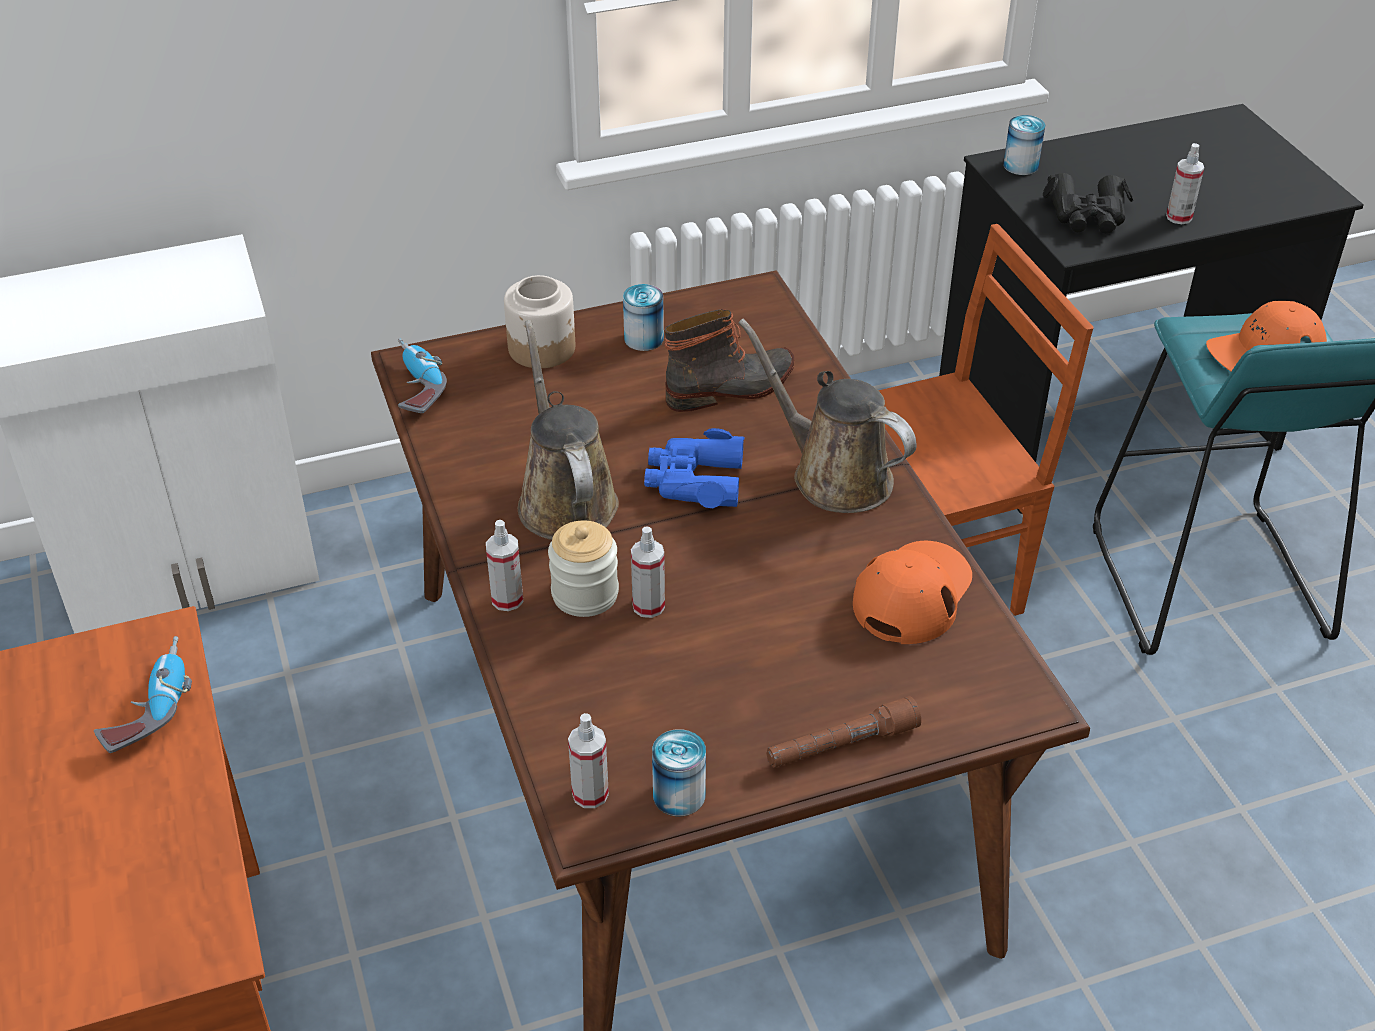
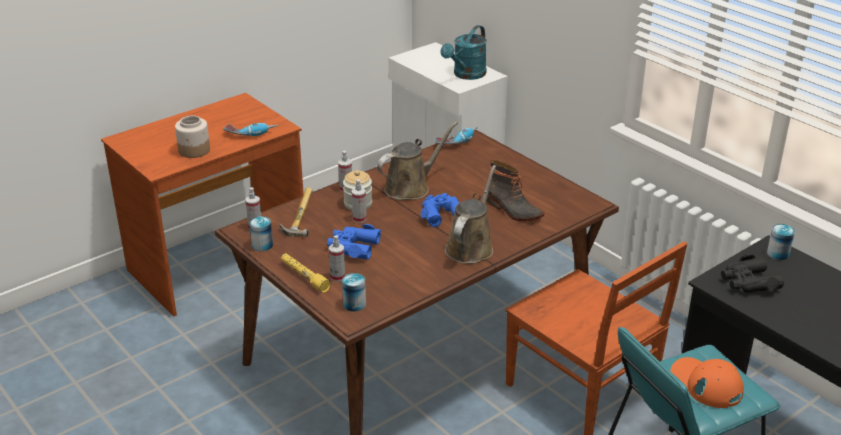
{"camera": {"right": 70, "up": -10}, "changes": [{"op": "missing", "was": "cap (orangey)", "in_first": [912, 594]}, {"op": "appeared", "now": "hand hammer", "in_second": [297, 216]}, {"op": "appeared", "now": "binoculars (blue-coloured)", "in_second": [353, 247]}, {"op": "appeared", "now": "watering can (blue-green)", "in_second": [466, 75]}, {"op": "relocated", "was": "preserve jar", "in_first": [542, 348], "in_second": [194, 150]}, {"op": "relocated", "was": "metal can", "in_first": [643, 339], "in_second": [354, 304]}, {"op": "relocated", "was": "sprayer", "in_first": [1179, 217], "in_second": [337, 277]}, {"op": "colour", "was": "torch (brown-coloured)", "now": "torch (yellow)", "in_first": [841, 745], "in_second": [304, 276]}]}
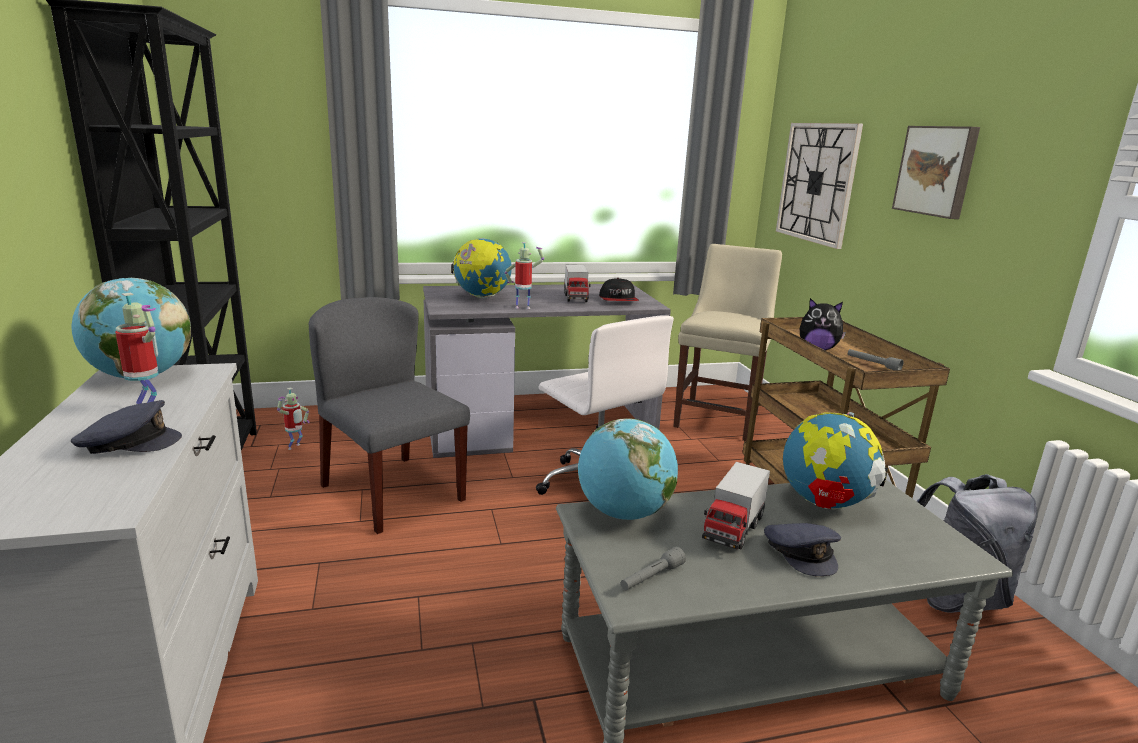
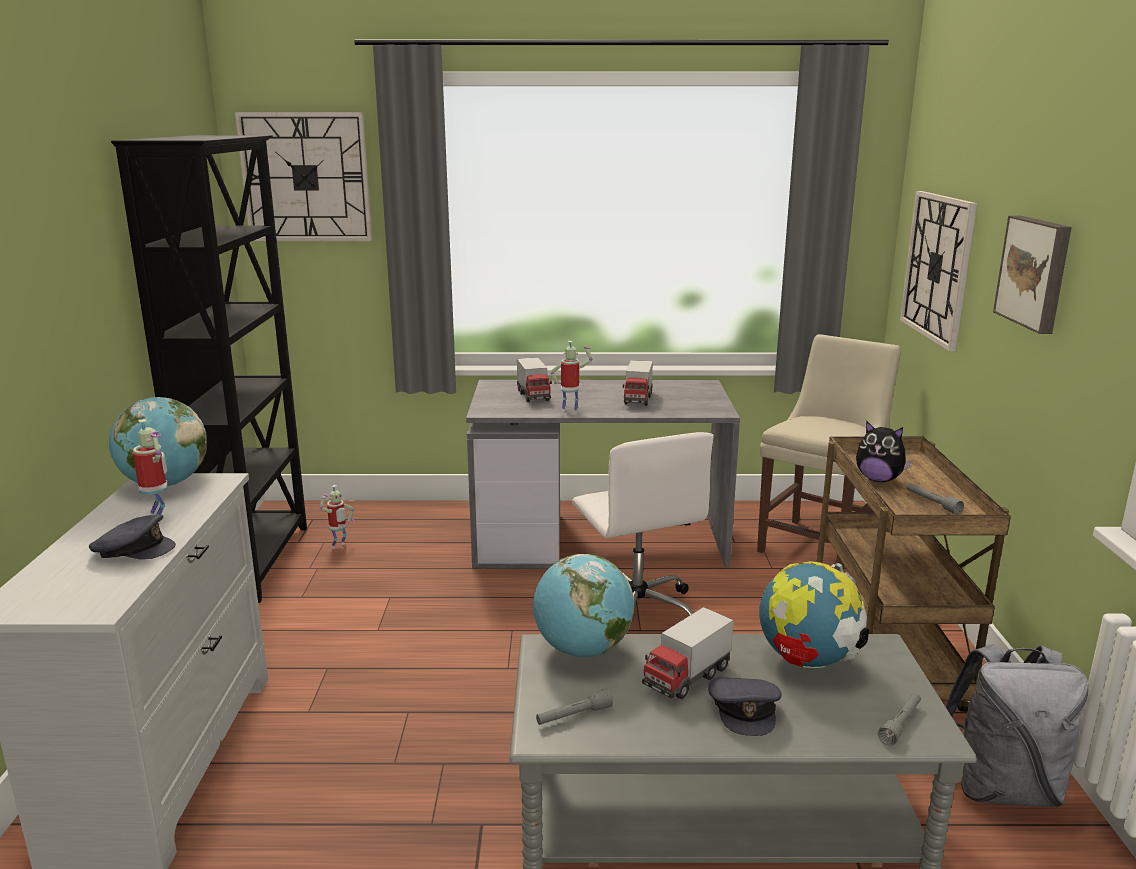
{"camera": {"right": 15, "up": 0}, "changes": [{"op": "missing", "was": "upright chair (gray)", "in_first": [392, 492]}, {"op": "missing", "was": "cap", "in_first": [618, 300]}, {"op": "appeared", "now": "wall clock", "in_second": [306, 177]}, {"op": "appeared", "now": "torch (gray)", "in_second": [900, 724]}, {"op": "exchanged", "was": "globe", "now": "model truck", "in_first": [482, 297], "in_second": [533, 396]}]}
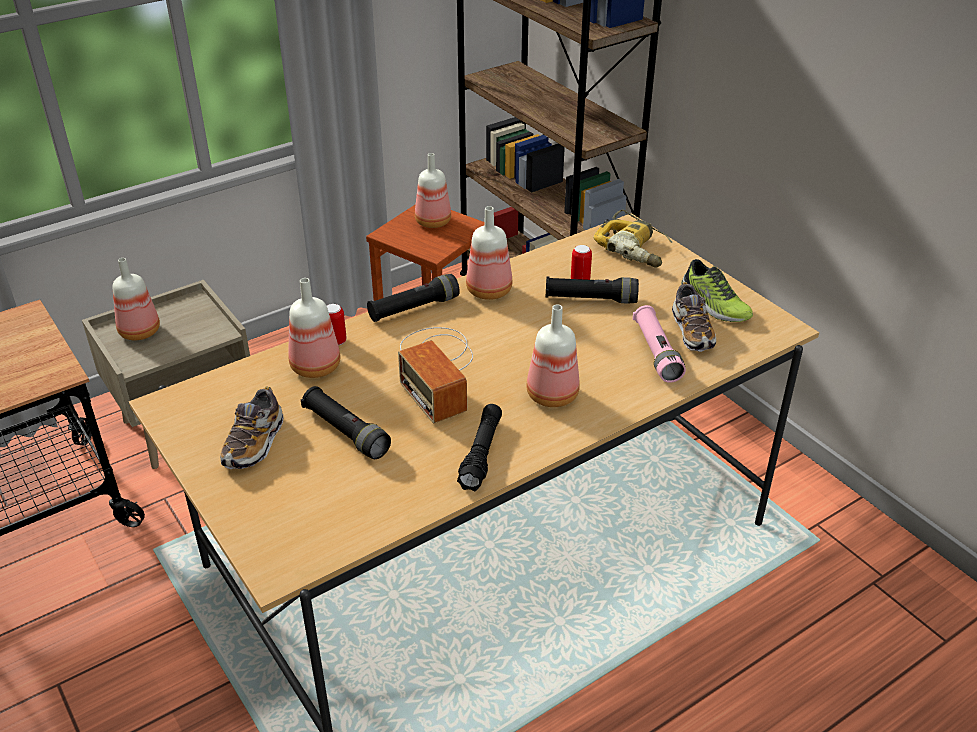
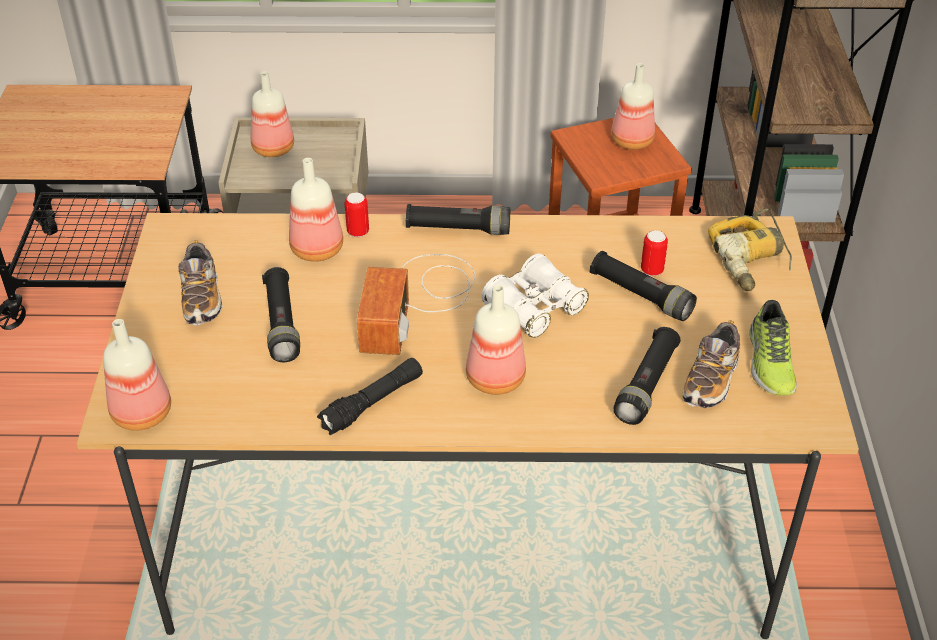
{"camera": {"right": 35, "up": 5}, "changes": [{"op": "appeared", "now": "binoculars (white-coloured)", "in_second": [534, 308]}, {"op": "relocated", "was": "beverage bottle", "in_first": [488, 290], "in_second": [142, 412]}, {"op": "colour", "was": "torch (pinkish)", "now": "torch (blackish)", "in_first": [656, 353], "in_second": [646, 385]}, {"op": "spun", "was": "shoe", "in_first": [254, 444], "in_second": [202, 298], "clockwise": -60}]}
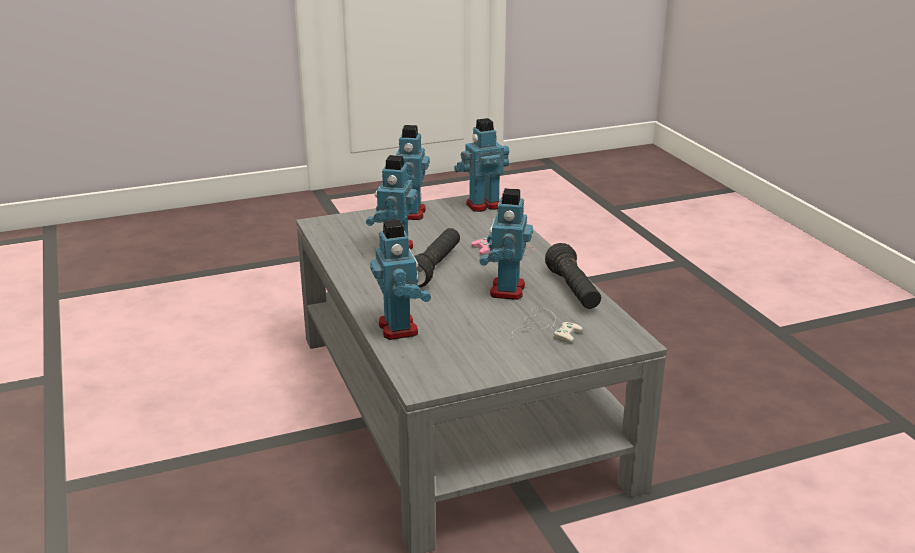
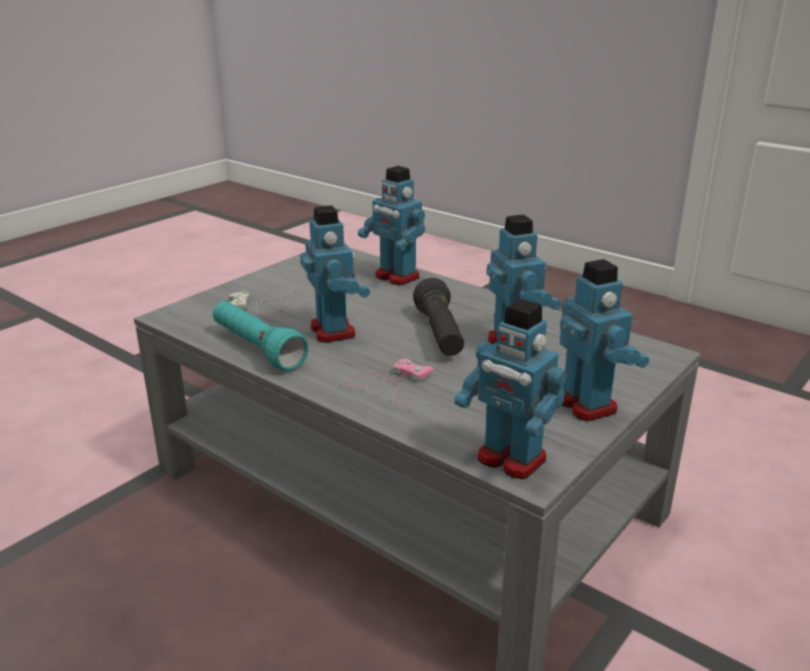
{"camera": {"right": 150, "up": 0}, "changes": [{"op": "colour", "was": "torch (blackish)", "now": "torch (blue-green)", "in_first": [573, 291], "in_second": [257, 349]}, {"op": "spun", "was": "robot figure", "in_first": [483, 205], "in_second": [510, 459], "clockwise": 90}]}
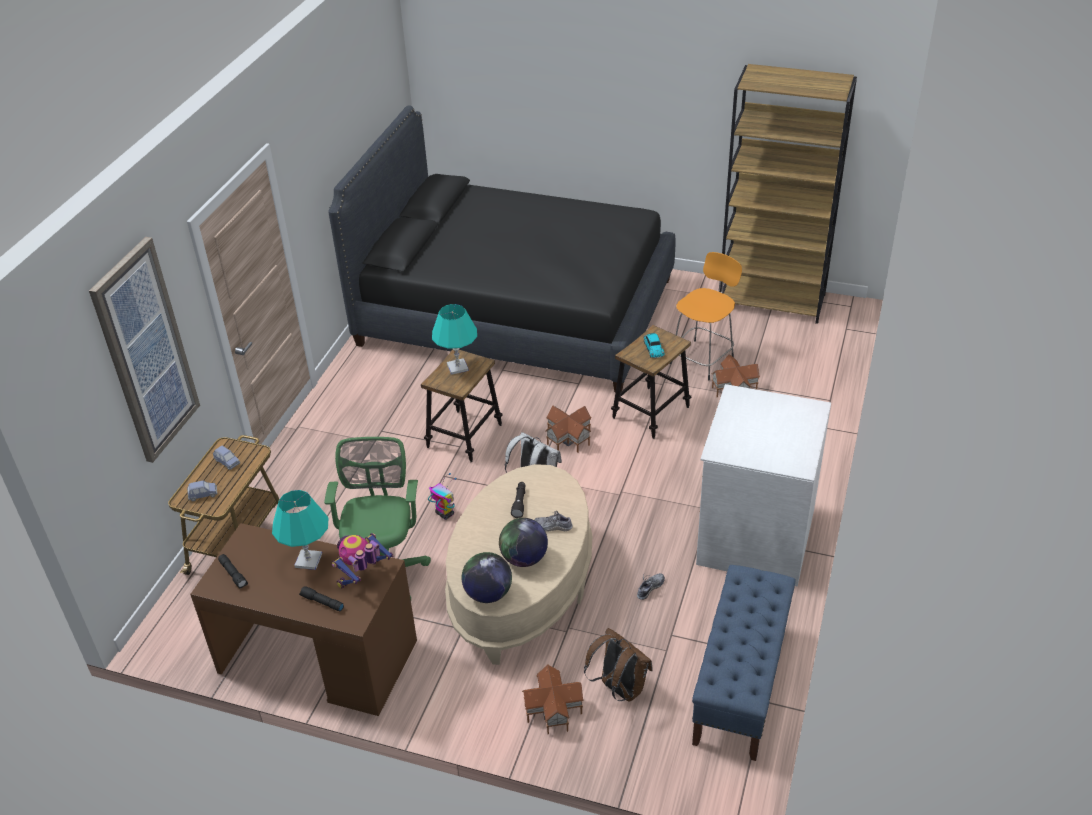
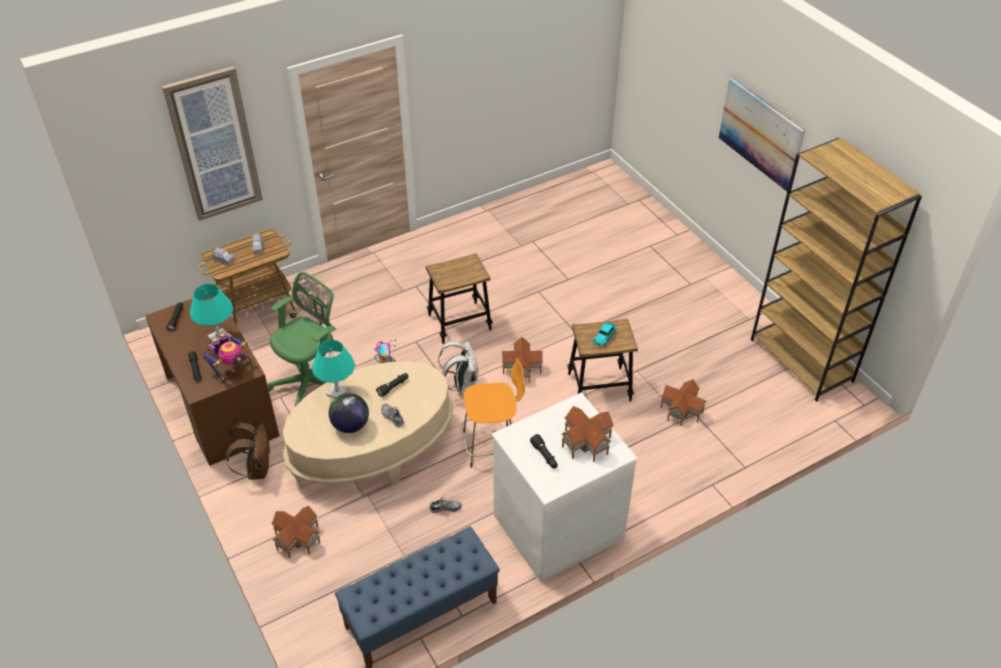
{"camera": {"right": 40, "up": 5}, "changes": [{"op": "missing", "was": "bedroom bed (blackish)", "in_first": [515, 311]}, {"op": "missing", "was": "globe", "in_first": [488, 594]}, {"op": "appeared", "now": "torch (blackish)", "in_second": [544, 456]}, {"op": "appeared", "now": "miniature house", "in_second": [587, 442]}, {"op": "appeared", "now": "wall picture", "in_second": [761, 133]}, {"op": "relocated", "was": "lamp for a table (blue-green)", "in_first": [457, 367], "in_second": [337, 392]}, {"op": "relocated", "was": "backpack (brown-coloured)", "in_first": [619, 688], "in_second": [257, 469]}, {"op": "relocated", "was": "stool seat (orangey)", "in_first": [703, 359], "in_second": [492, 445]}, {"op": "spun", "was": "robot figure", "in_first": [363, 577], "in_second": [232, 369], "clockwise": 135}]}
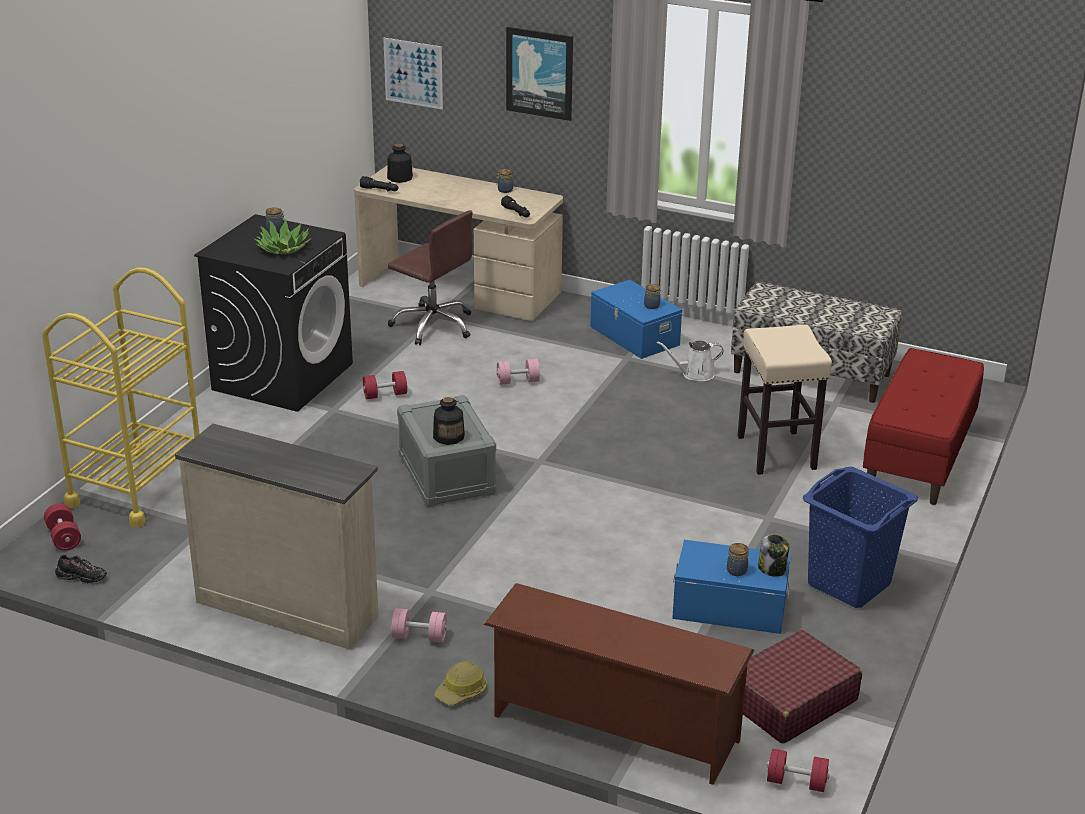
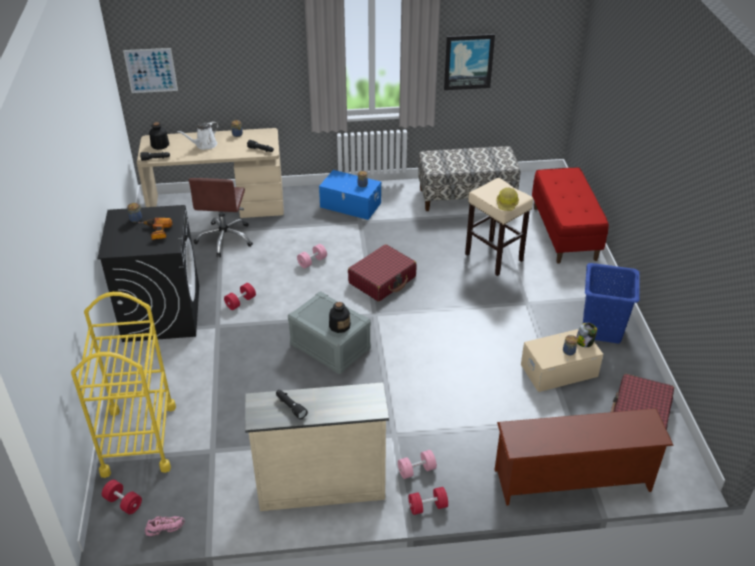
{"camera": {"right": -30, "up": 10}, "changes": [{"op": "appeared", "now": "torch (blackish)", "in_second": [290, 407]}, {"op": "appeared", "now": "piece of luggage (red)", "in_second": [382, 280]}, {"op": "relocated", "was": "safety helmet", "in_first": [462, 692], "in_second": [507, 204]}, {"op": "relocated", "was": "wall picture", "in_first": [540, 73], "in_second": [468, 61]}, {"op": "relocated", "was": "watering can (white-coloured)", "in_first": [694, 374], "in_second": [204, 145]}, {"op": "relocated", "was": "free weight (red)", "in_first": [796, 782], "in_second": [427, 506]}, {"op": "exchanged", "was": "houseplant", "now": "drill", "in_first": [283, 249], "in_second": [156, 232]}, {"op": "colour", "was": "shoe (blackish)", "now": "shoe (pinkish)", "in_first": [82, 577], "in_second": [165, 528]}, {"op": "colour", "was": "storage bin (blue-coloured)", "now": "storage bin (beige-coloured)", "in_first": [729, 605], "in_second": [558, 370]}, {"op": "spun", "was": "desk chair (brown-coloured)", "in_first": [433, 325], "in_second": [225, 239], "clockwise": 90}]}
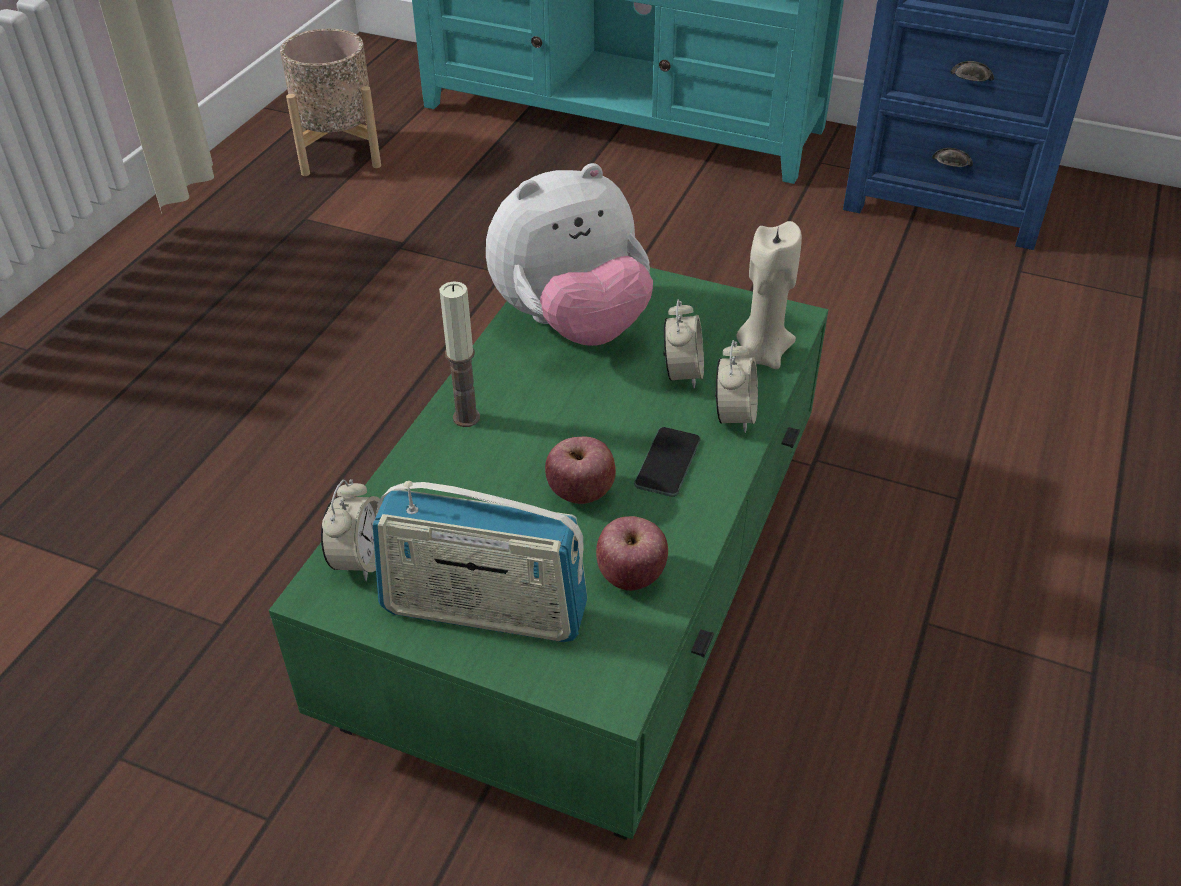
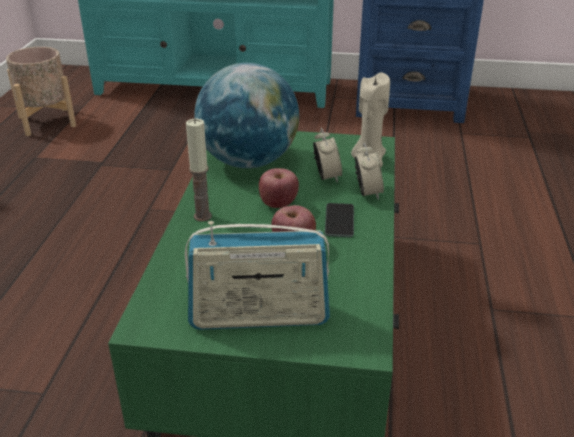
{"camera": {"right": -15, "up": -10}, "changes": [{"op": "missing", "was": "bedside clock", "in_first": [361, 559]}, {"op": "relocated", "was": "apple", "in_first": [631, 576], "in_second": [278, 204]}, {"op": "exchanged", "was": "soft toy", "now": "globe", "in_first": [572, 324], "in_second": [249, 161]}]}
